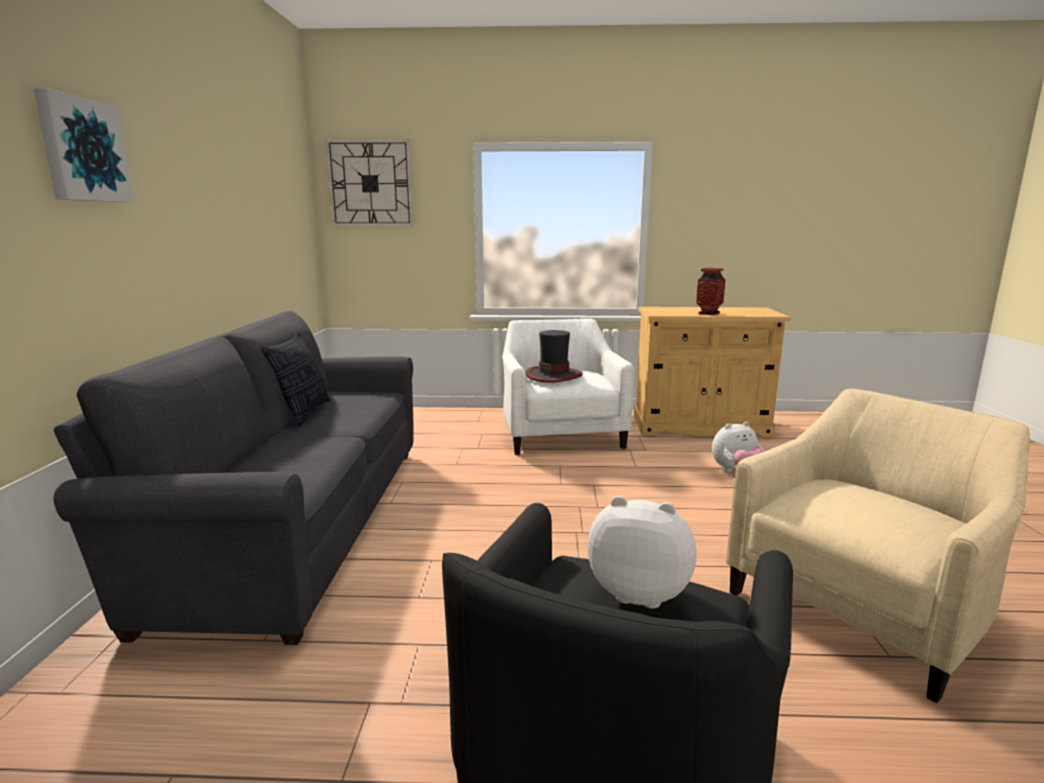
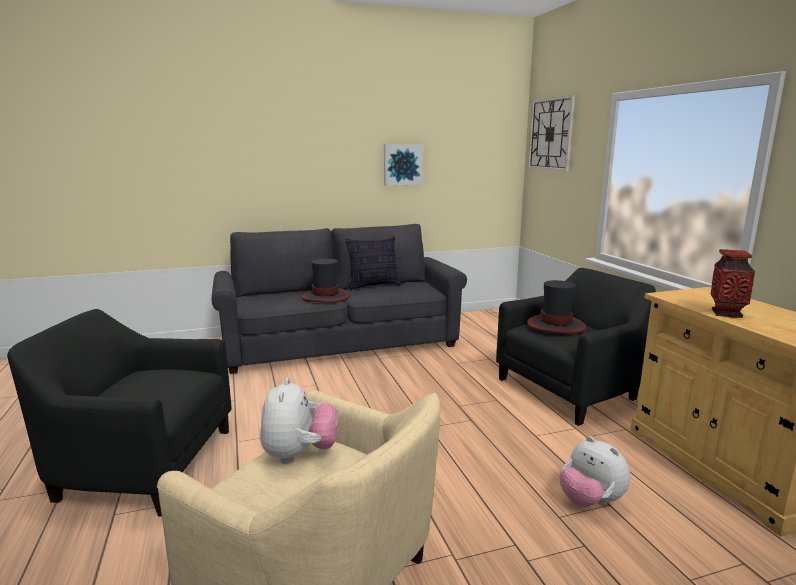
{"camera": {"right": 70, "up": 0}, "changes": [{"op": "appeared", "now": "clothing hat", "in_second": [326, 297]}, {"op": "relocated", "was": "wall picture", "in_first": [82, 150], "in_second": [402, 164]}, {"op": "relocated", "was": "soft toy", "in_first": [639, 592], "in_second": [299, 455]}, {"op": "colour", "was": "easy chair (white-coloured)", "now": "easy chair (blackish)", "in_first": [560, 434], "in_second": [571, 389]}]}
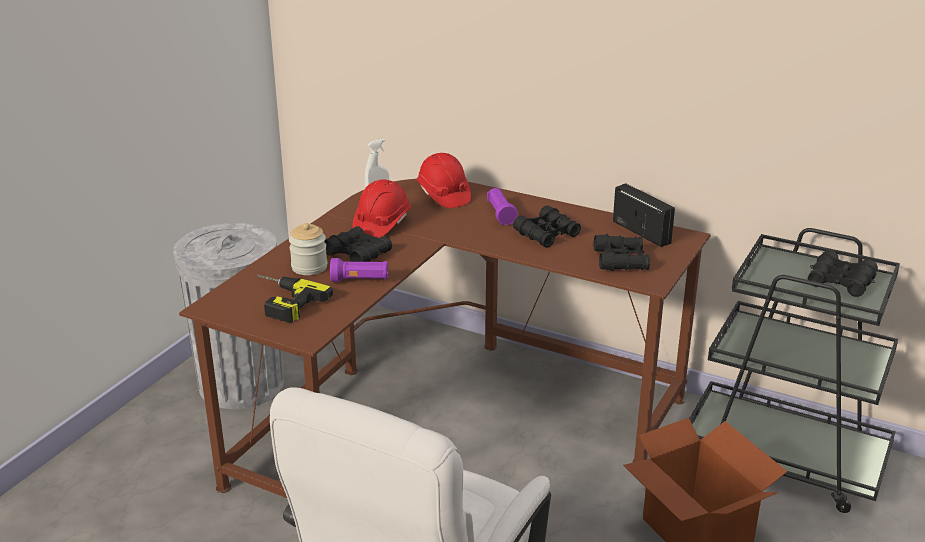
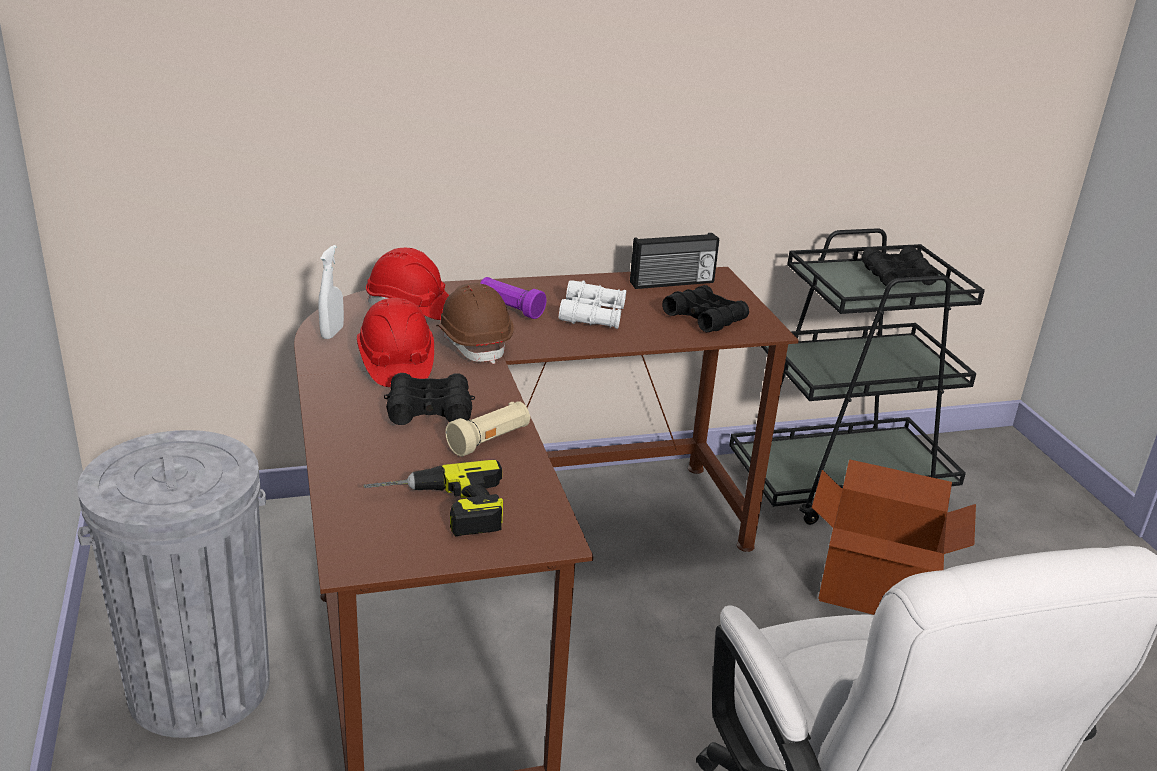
{"camera": {"right": -45, "up": 0}, "changes": [{"op": "missing", "was": "preserve jar", "in_first": [309, 267]}, {"op": "appeared", "now": "safety helmet (brown-coloured)", "in_second": [474, 343]}, {"op": "colour", "was": "torch (purple-coloured)", "now": "torch (beige-coloured)", "in_first": [360, 280], "in_second": [490, 441]}, {"op": "colour", "was": "binoculars (blackish)", "now": "binoculars (white-coloured)", "in_first": [547, 234], "in_second": [593, 315]}, {"op": "spun", "was": "radio receiver", "in_first": [642, 232], "in_second": [672, 283], "clockwise": 150}]}
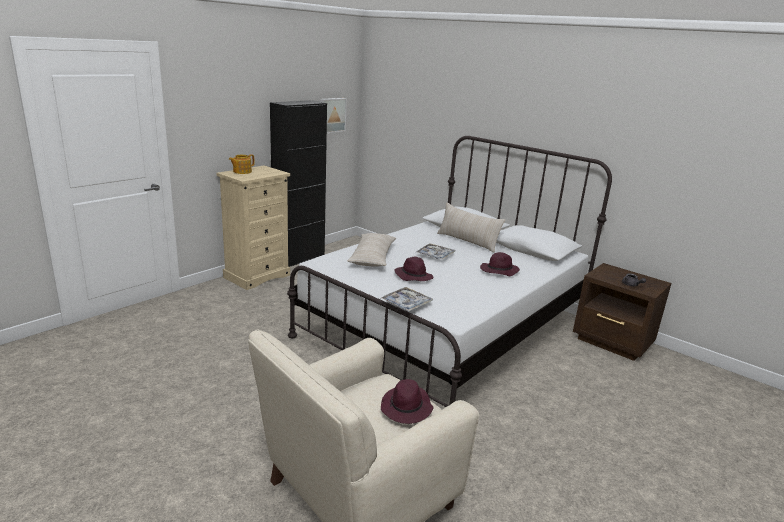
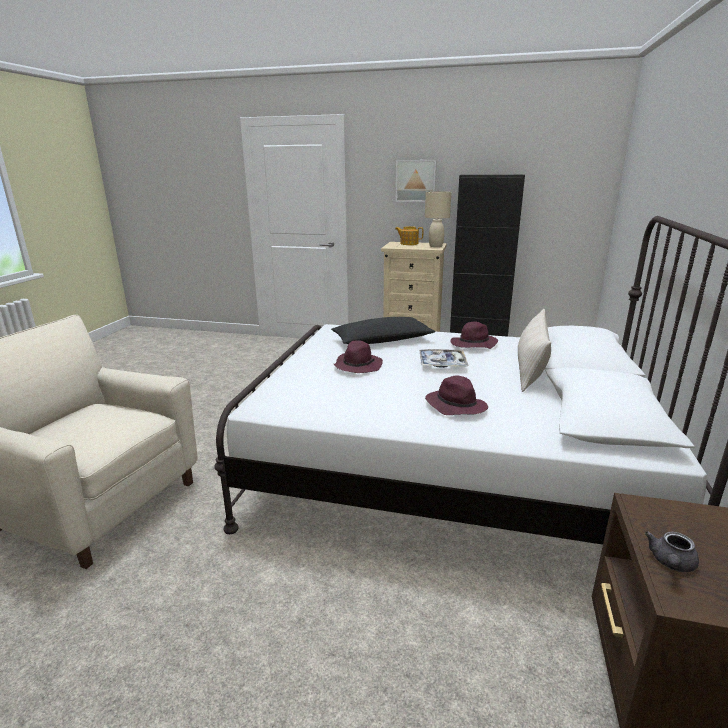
{"camera": {"right": 65, "up": 0}, "changes": [{"op": "missing", "was": "serving tray", "in_first": [406, 303]}, {"op": "appeared", "now": "lamp for a table (beige-coloured)", "in_second": [436, 246]}, {"op": "relocated", "was": "wall picture", "in_first": [331, 115], "in_second": [416, 181]}, {"op": "relocated", "was": "clothing hat (purple-coloured)", "in_first": [406, 408], "in_second": [473, 345]}, {"op": "colour", "was": "pillow (beige-coloured)", "now": "pillow (blackish)", "in_first": [372, 257], "in_second": [382, 341]}]}
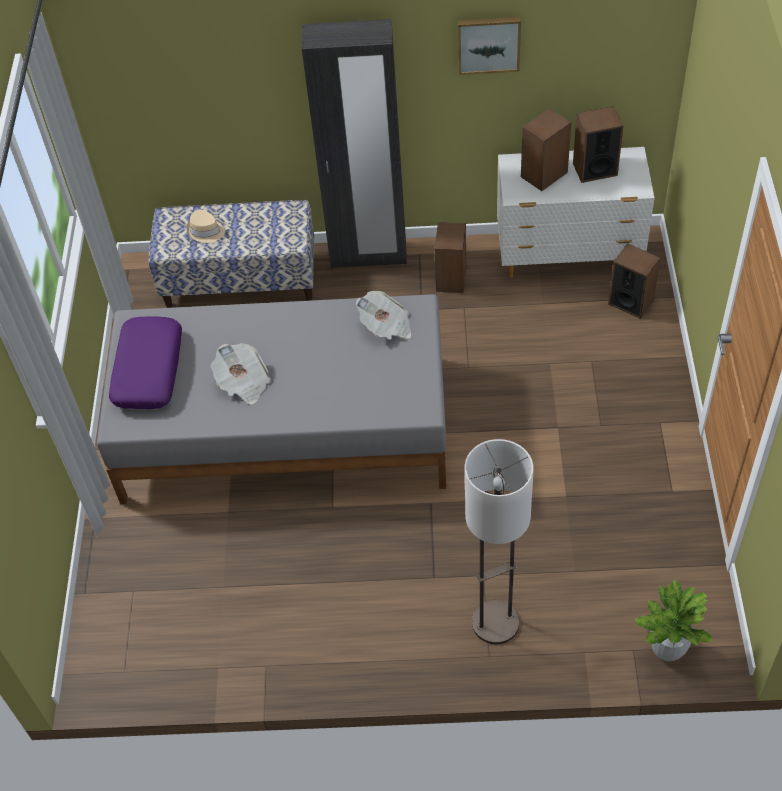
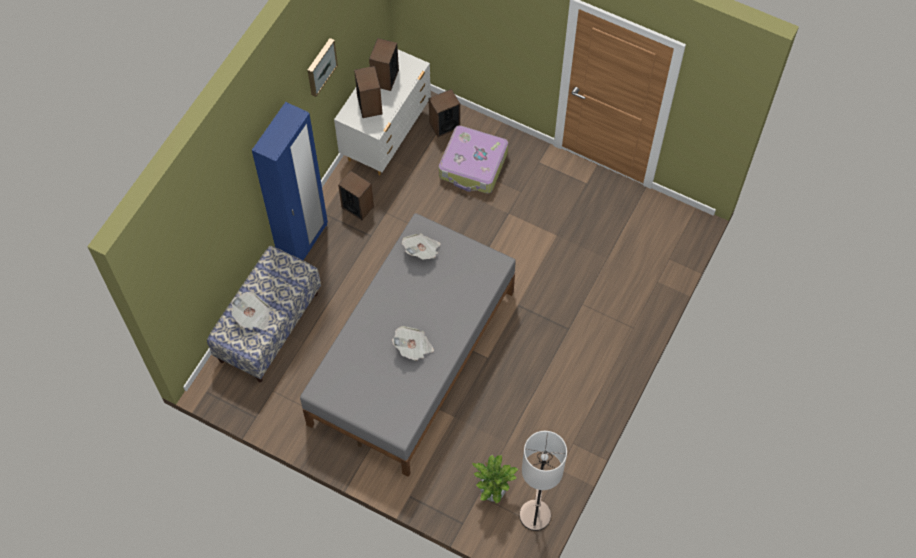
{"camera": {"right": -65, "up": 10}, "changes": [{"op": "missing", "was": "pillow (purple-coloured)", "in_first": [148, 370]}, {"op": "appeared", "now": "piece of luggage", "in_second": [473, 166]}, {"op": "relocated", "was": "standard lamp", "in_first": [495, 623], "in_second": [535, 515]}, {"op": "relocated", "was": "houseplant", "in_first": [667, 649], "in_second": [492, 492]}, {"op": "exchanged", "was": "clothing hat (beige-coloured)", "now": "newspaper", "in_first": [205, 231], "in_second": [253, 317]}, {"op": "colour", "was": "armoire (blackish)", "now": "armoire (blue-coloured)", "in_first": [368, 255], "in_second": [303, 242]}]}
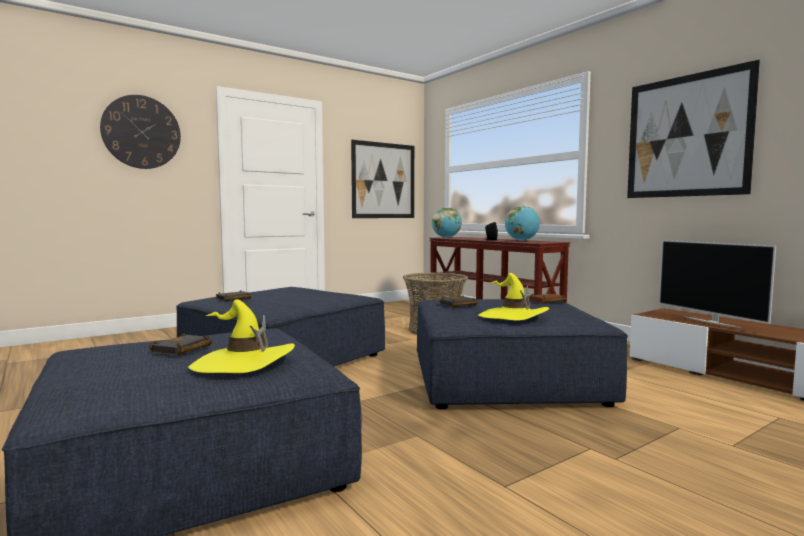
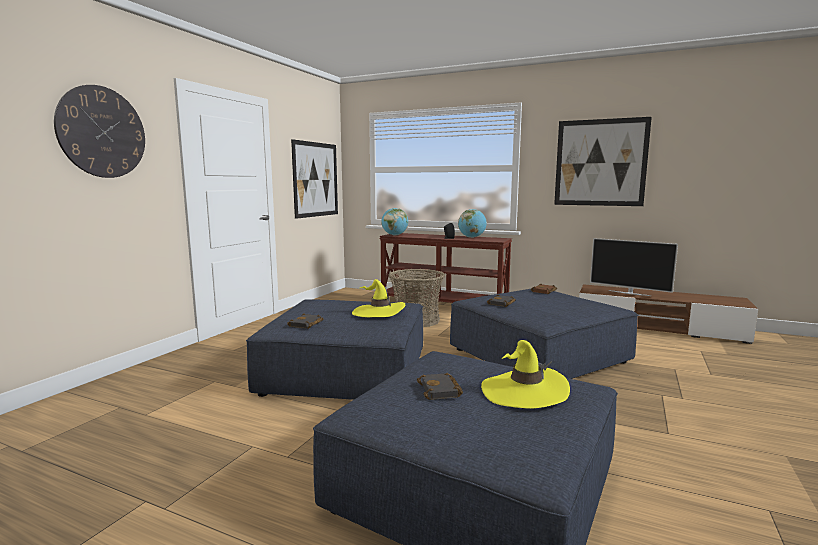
{"camera": {"right": -30, "up": 5}, "changes": [{"op": "relocated", "was": "clothing hat (yellow)", "in_first": [512, 317], "in_second": [378, 313]}]}
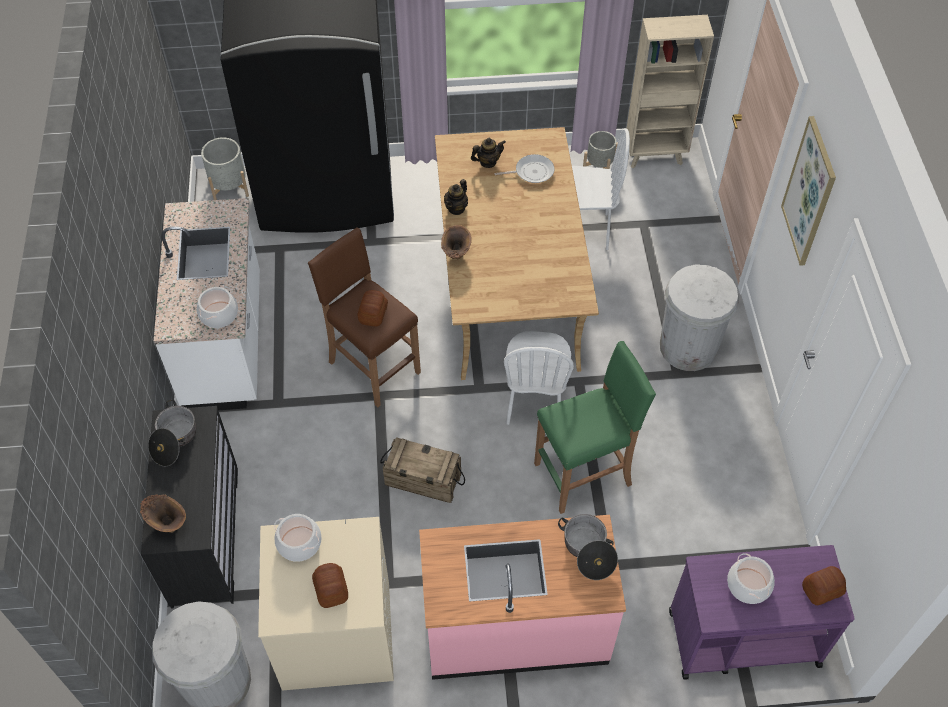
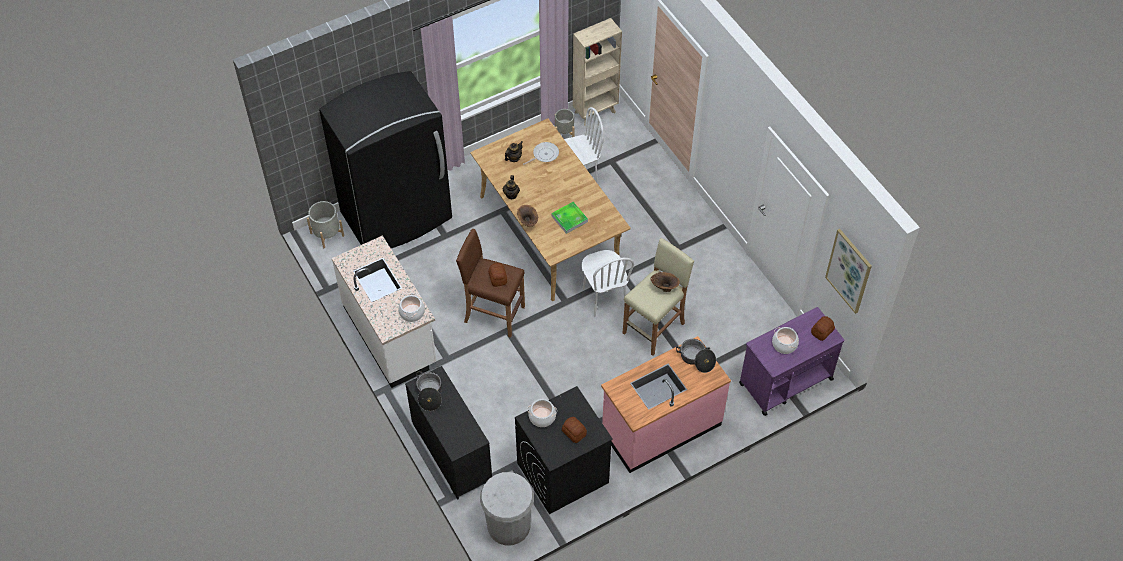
{"camera": {"right": -25, "up": 0}, "changes": [{"op": "missing", "was": "crate", "in_first": [422, 480]}, {"op": "missing", "was": "rubbish bin (white-coloured)", "in_first": [688, 347]}, {"op": "appeared", "now": "serving tray", "in_second": [569, 219]}, {"op": "relocated", "was": "decorative vase (brown-coloured)", "in_first": [167, 522], "in_second": [664, 287]}, {"op": "relocated", "was": "wall picture", "in_first": [809, 192], "in_second": [849, 271]}, {"op": "colour", "was": "washing machine (beige-coloured)", "now": "washing machine (blackish)", "in_first": [336, 635], "in_second": [562, 473]}, {"op": "colour", "was": "stool seat (green)", "now": "stool seat (beige-coloured)", "in_first": [584, 474], "in_second": [654, 328]}]}
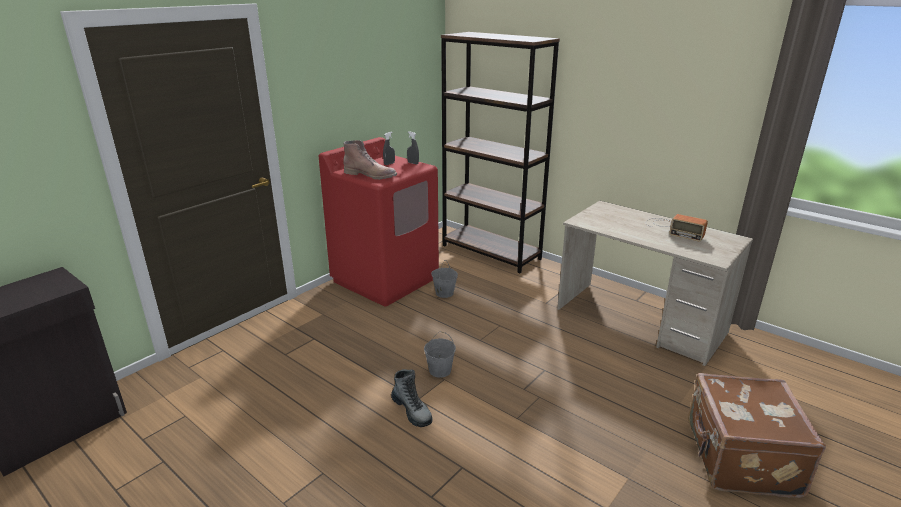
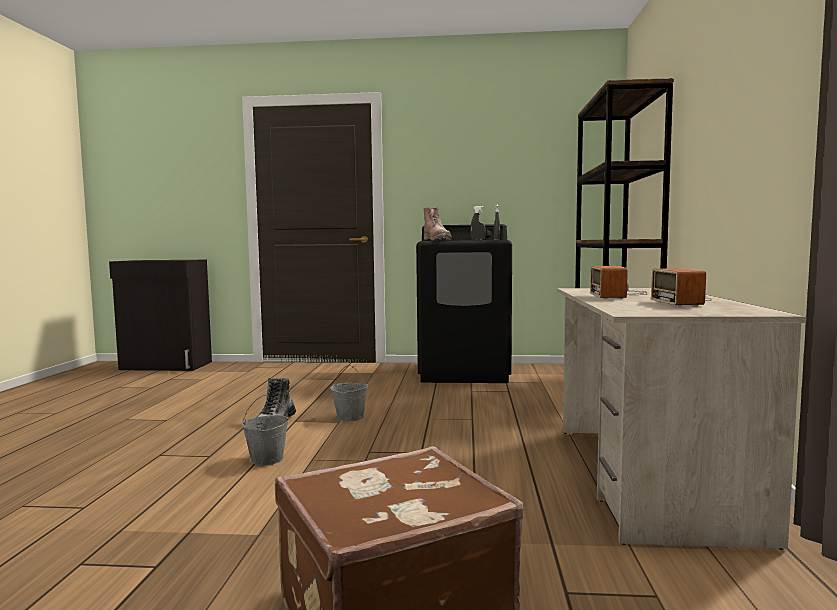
{"camera": {"right": 55, "up": -20}, "changes": [{"op": "appeared", "now": "radio receiver", "in_second": [620, 294]}, {"op": "relocated", "was": "bucket (gray)", "in_first": [444, 293], "in_second": [267, 459]}, {"op": "colour", "was": "washing machine (red)", "now": "washing machine (blackish)", "in_first": [386, 279], "in_second": [465, 372]}]}
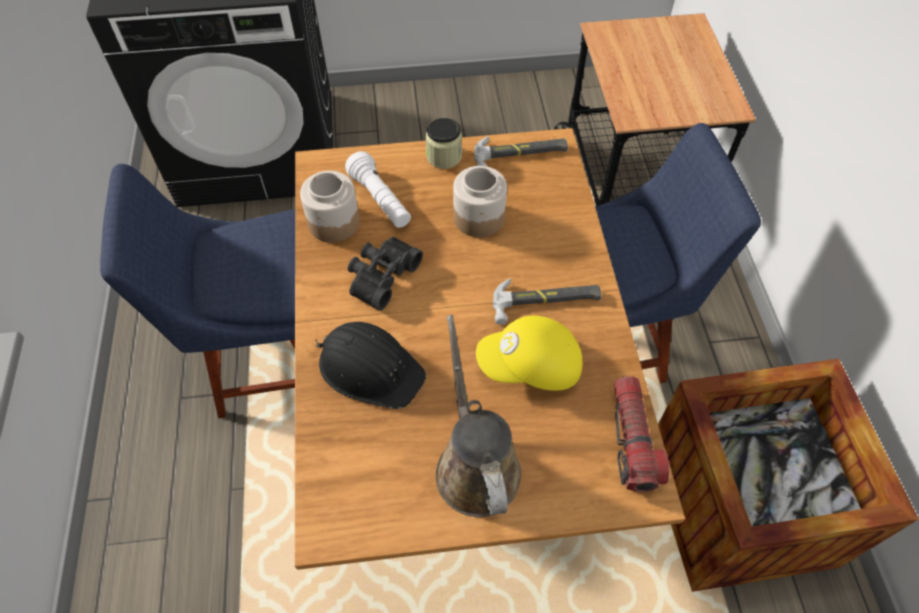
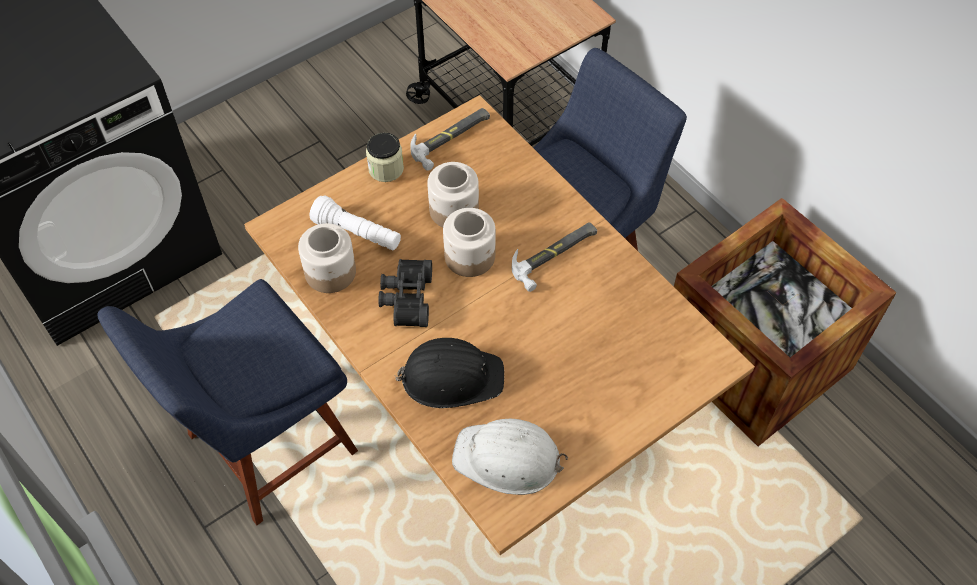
{"camera": {"right": -30, "up": 0}, "changes": [{"op": "missing", "was": "watering can (brown-coloured)", "in_first": [475, 464]}, {"op": "missing", "was": "cap (yellow)", "in_first": [531, 366]}, {"op": "missing", "was": "torch", "in_first": [632, 439]}, {"op": "appeared", "now": "preserve jar", "in_second": [470, 256]}, {"op": "appeared", "now": "safety helmet (white-coloured)", "in_second": [508, 459]}]}
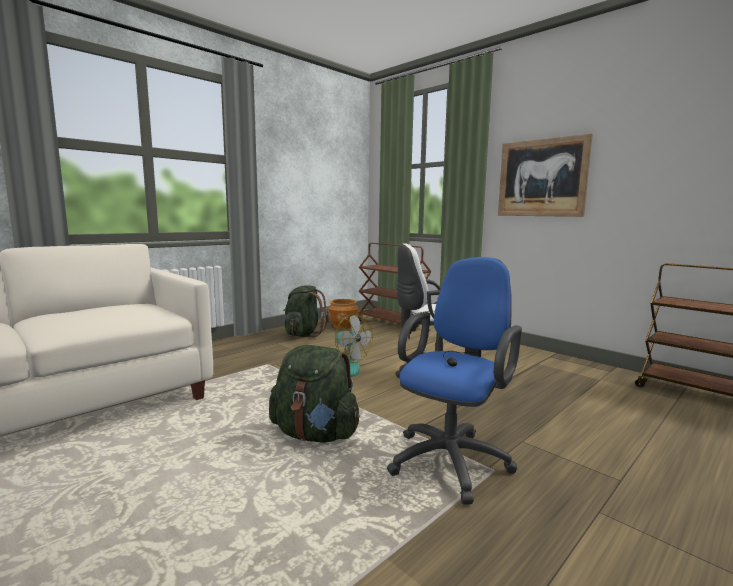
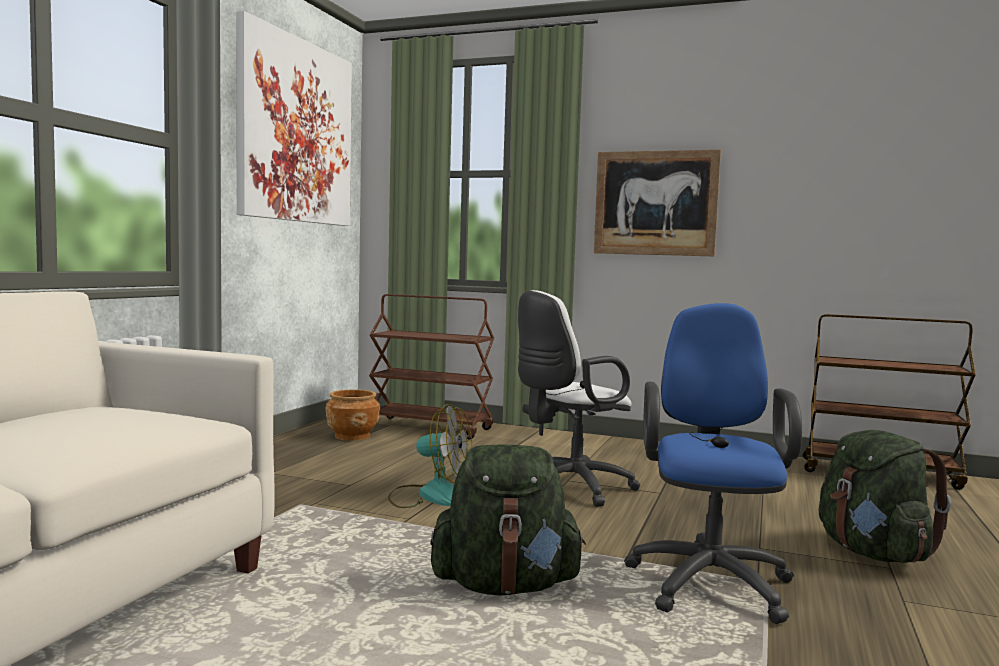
{"camera": {"right": -25, "up": -5}, "changes": [{"op": "appeared", "now": "wall picture", "in_second": [296, 131]}, {"op": "relocated", "was": "backpack (green)", "in_first": [303, 334], "in_second": [873, 553]}]}
